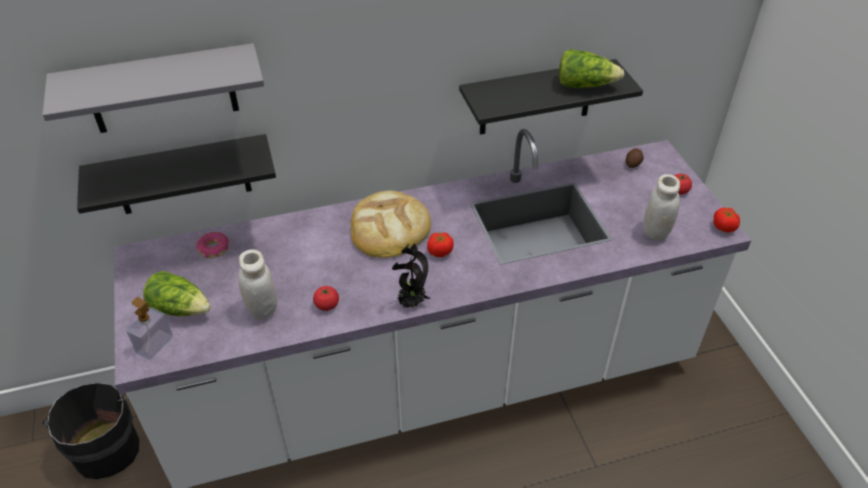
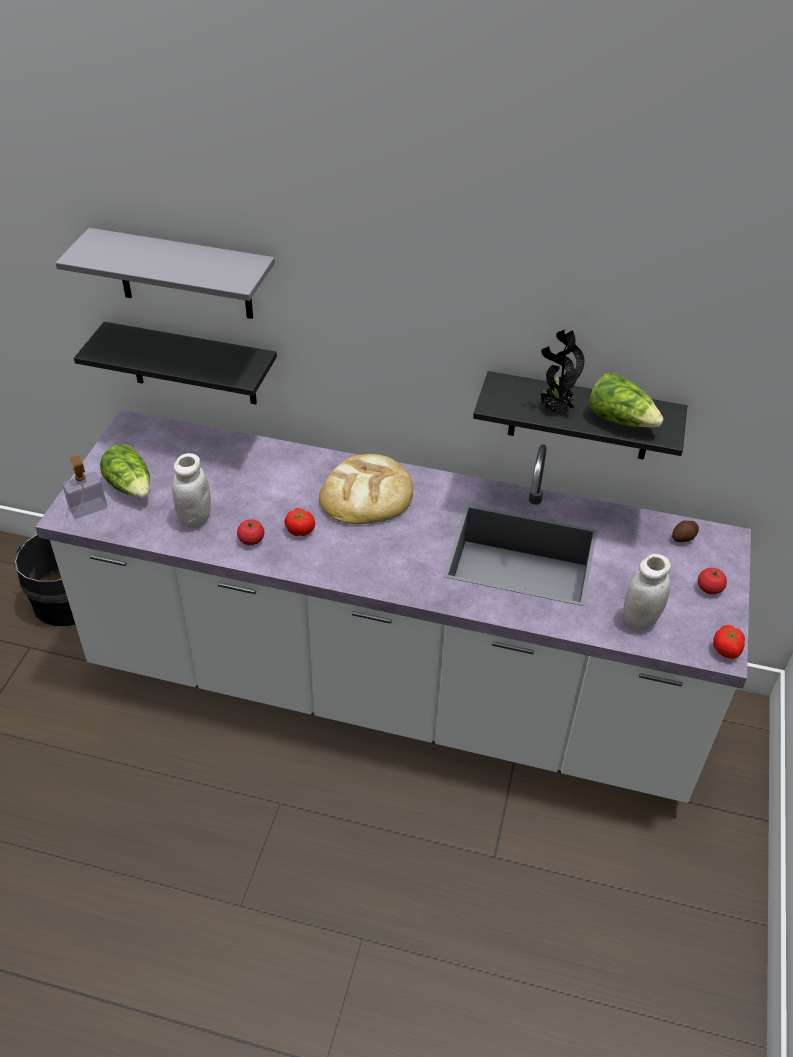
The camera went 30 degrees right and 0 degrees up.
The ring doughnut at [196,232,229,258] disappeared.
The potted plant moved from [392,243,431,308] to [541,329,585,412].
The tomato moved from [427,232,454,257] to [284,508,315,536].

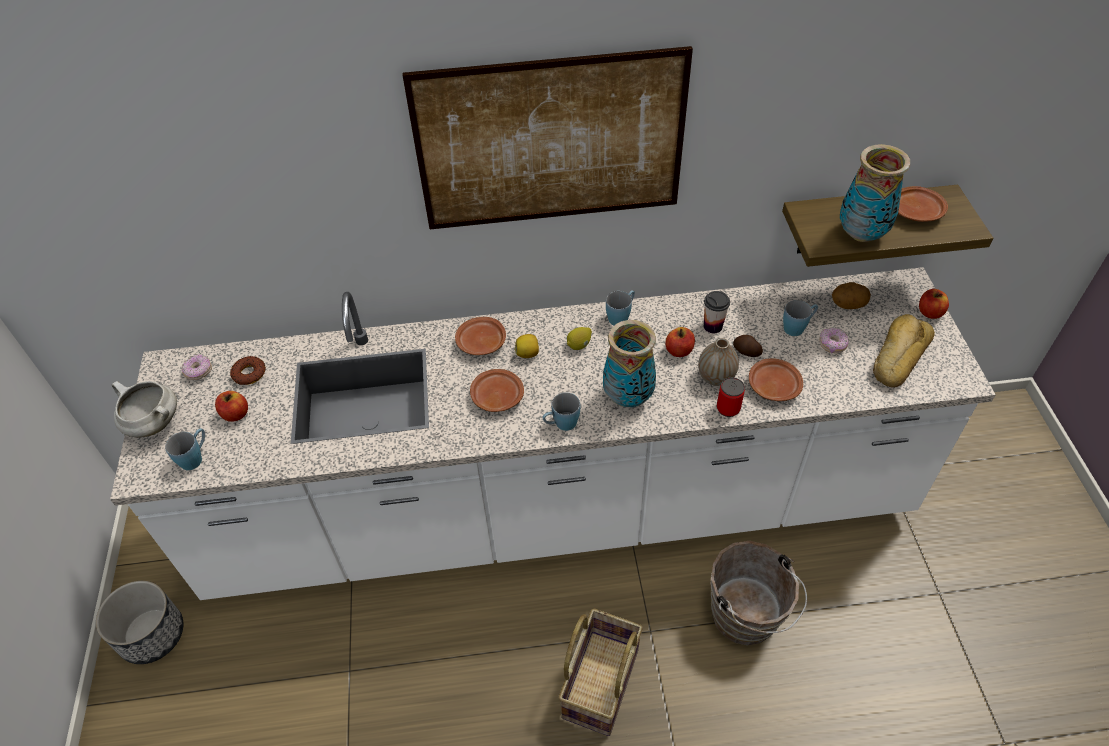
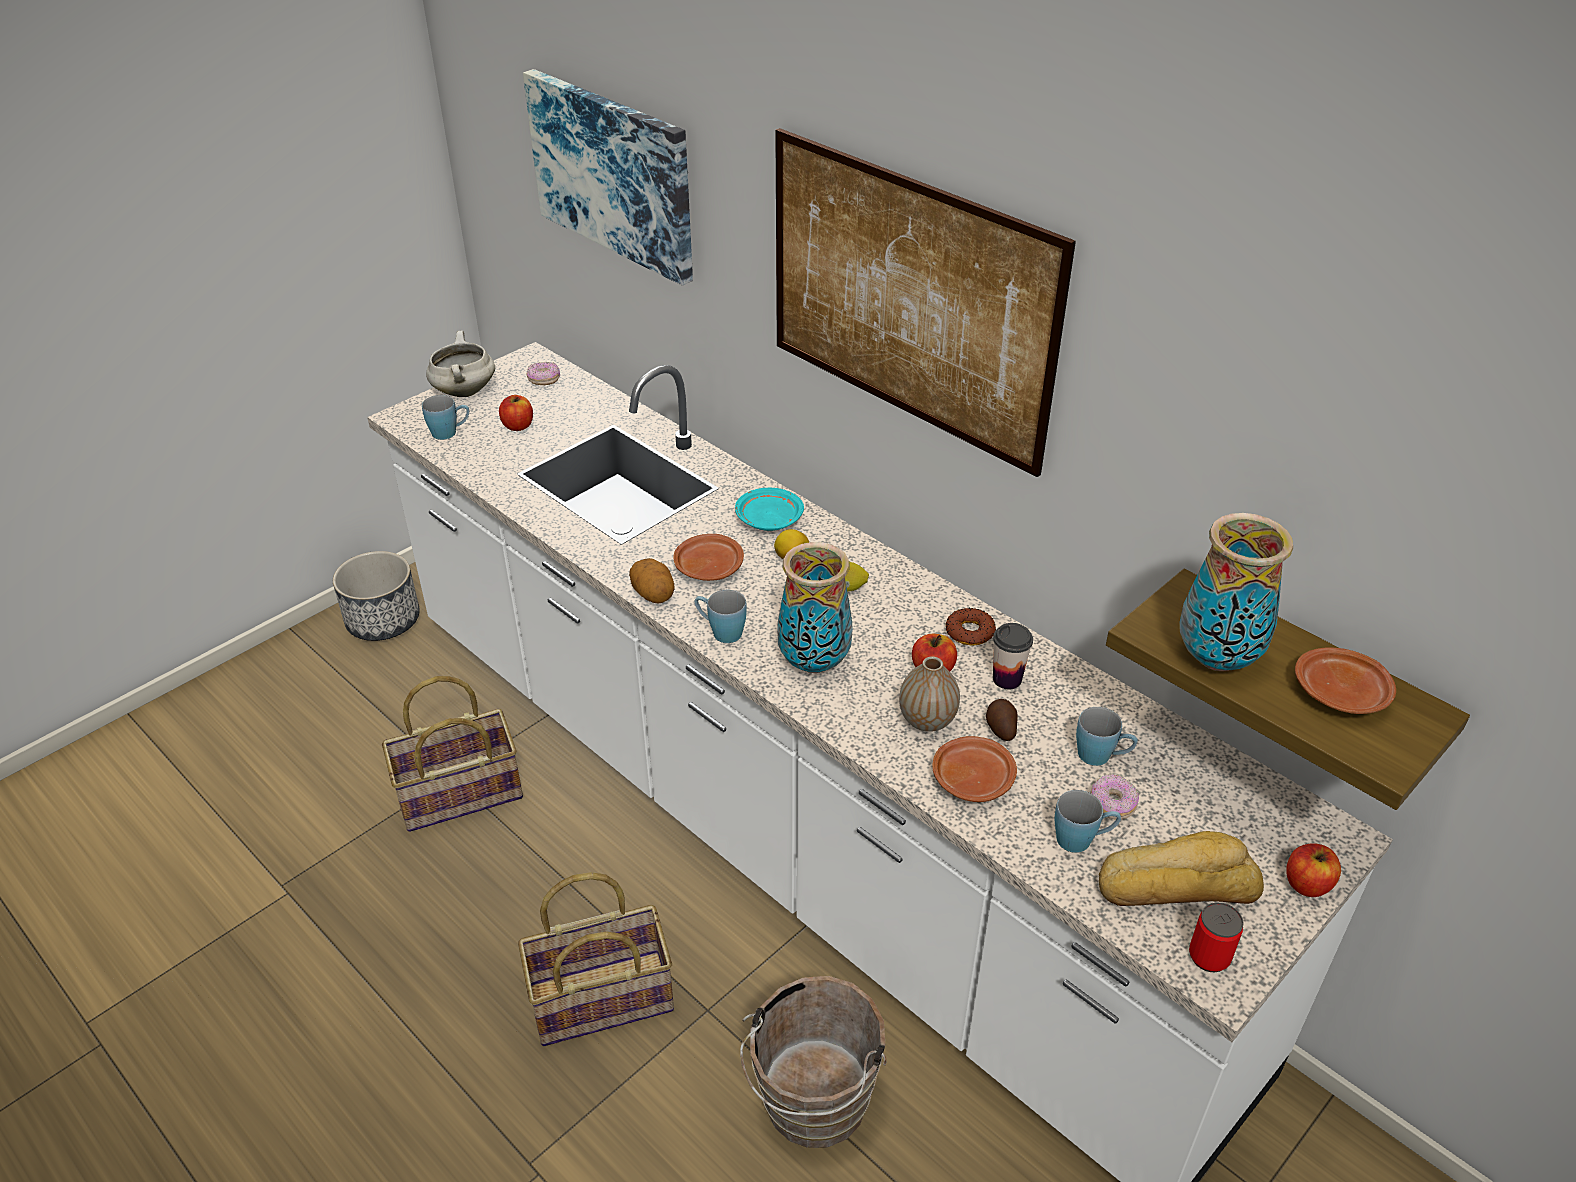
The camera went 50 degrees right and 10 degrees down.
The storage basket at [382,676,523,832] appeared.
The wall picture at [523,69,693,286] appeared.
The ring doughnut moved from [230,356,266,385] to [946,608,996,646].
The bluish mug moved from [606,290,635,326] to [1055,790,1121,853].
The metal can moved from [717,377,745,417] to [1189,902,1244,972].
The spud moved from [832,282,871,309] to [629,558,675,603].
The brown-coloured dinner plate at [455,317,506,355] became the turquoise dinner plate at [735,488,804,531].

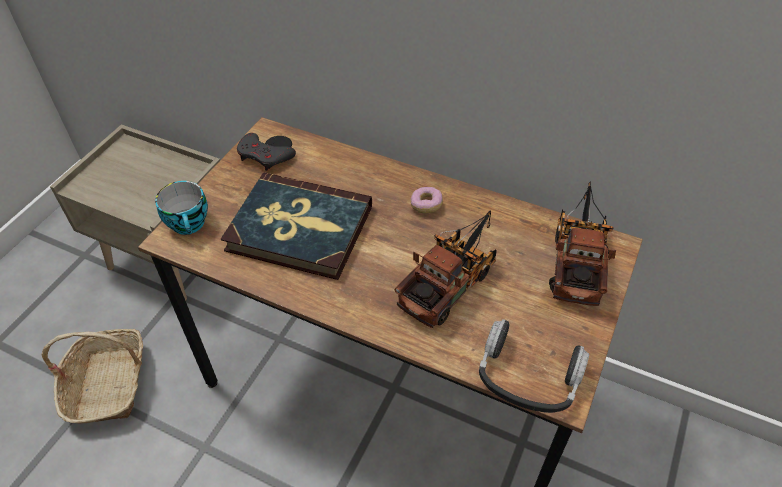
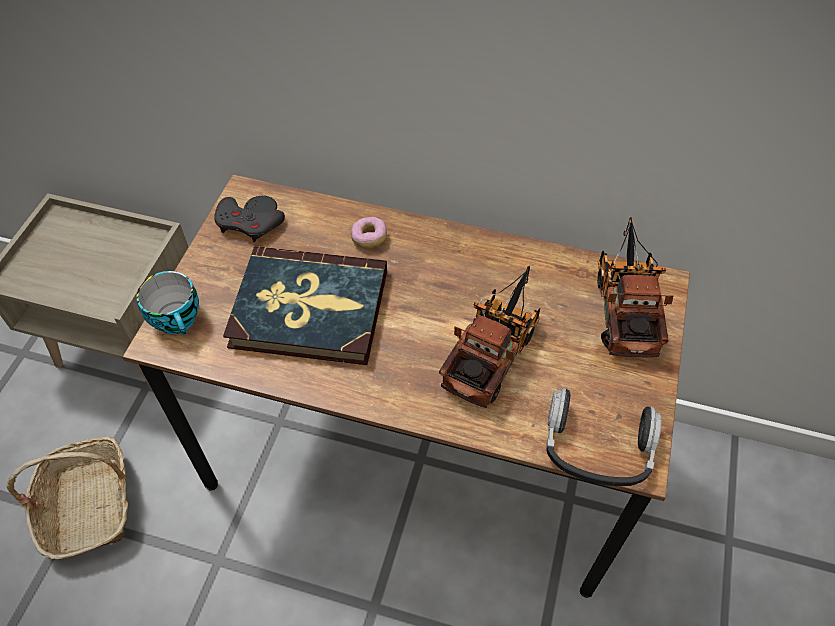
The camera went 10 degrees left and 5 degrees up.
The ring doughnut moved from [410,187,443,213] to [351,217,387,248].

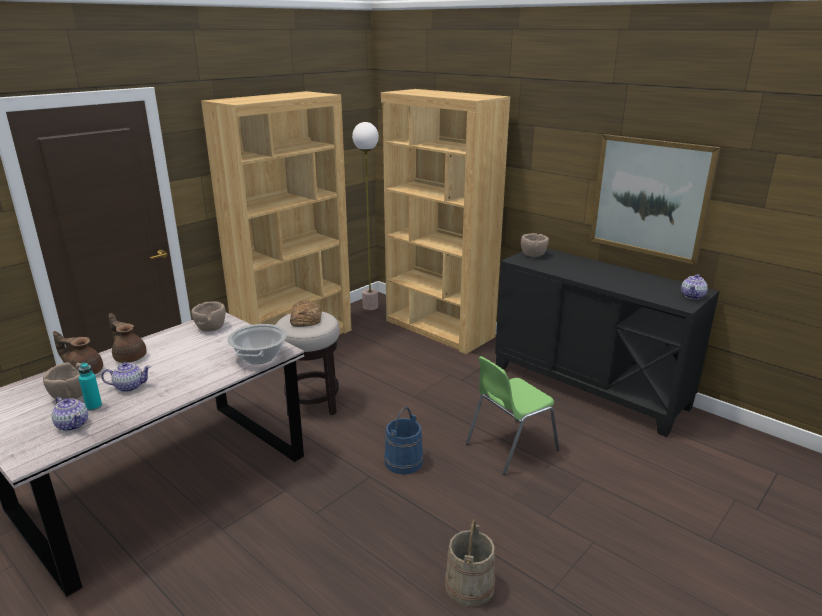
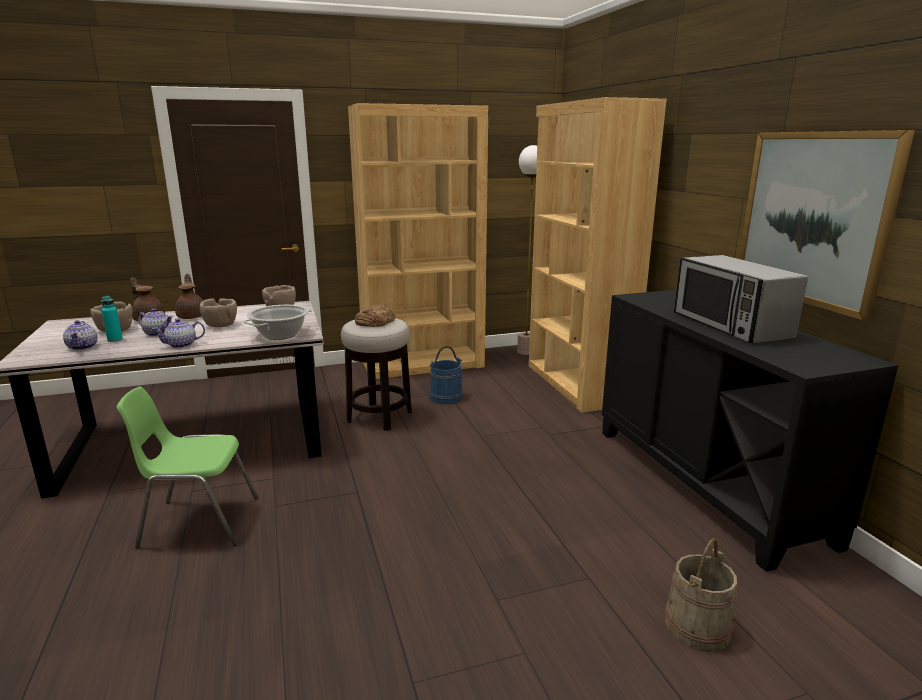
The camera went 30 degrees right and 5 degrees down.
The kitchen microwave at [674,255,808,343] appeared.
The bluish bucket moved from [384,407,424,475] to [430,346,463,404].
The beige bucket moved from [445,519,495,607] to [665,538,737,652].
The green upright chair moved from [466,356,559,475] to [117,387,258,548].
The brown-coloured deep dish moved from [521,233,549,257] to [200,298,237,327].
The pot for tea moved from [681,274,708,300] to [152,318,205,348].

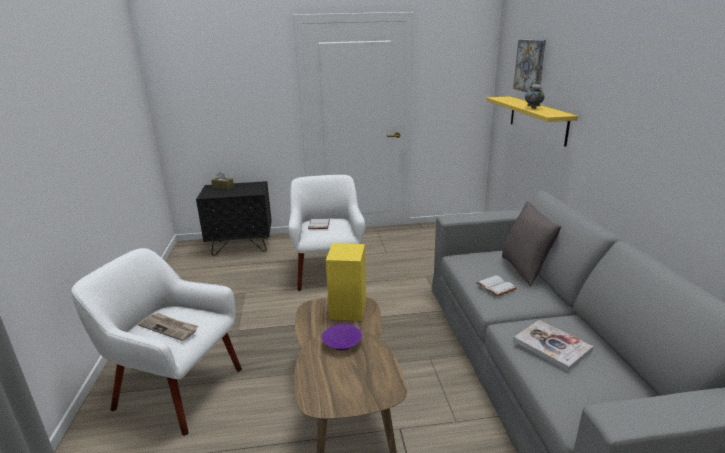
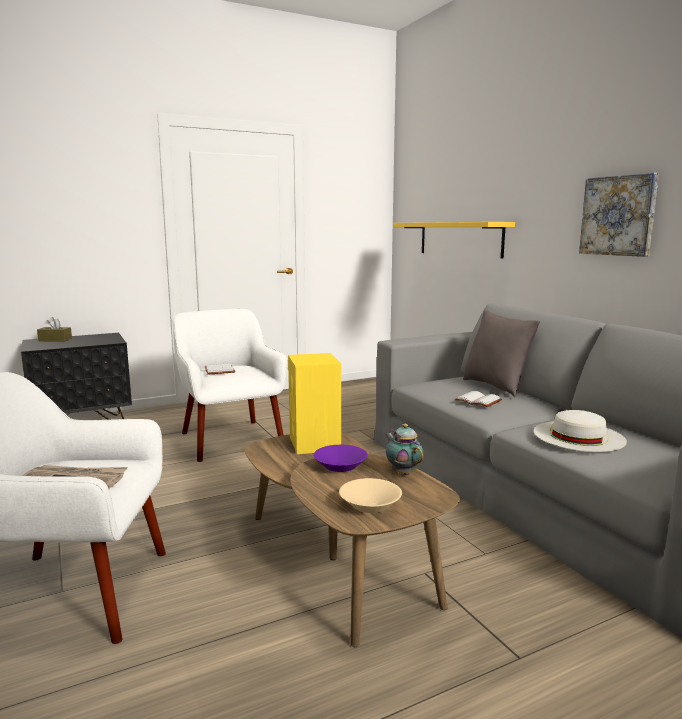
The camera went 20 degrees left and 10 degrees down.
The beige deep dish at [339,478,402,513] appeared.
The wall picture moved from [513,40,546,92] to [579,173,659,257].
The pot for tea moved from [525,82,545,109] to [386,424,423,475].
The volume at [513,320,593,372] was replaced by the whitish clothing hat at [534,410,627,452].

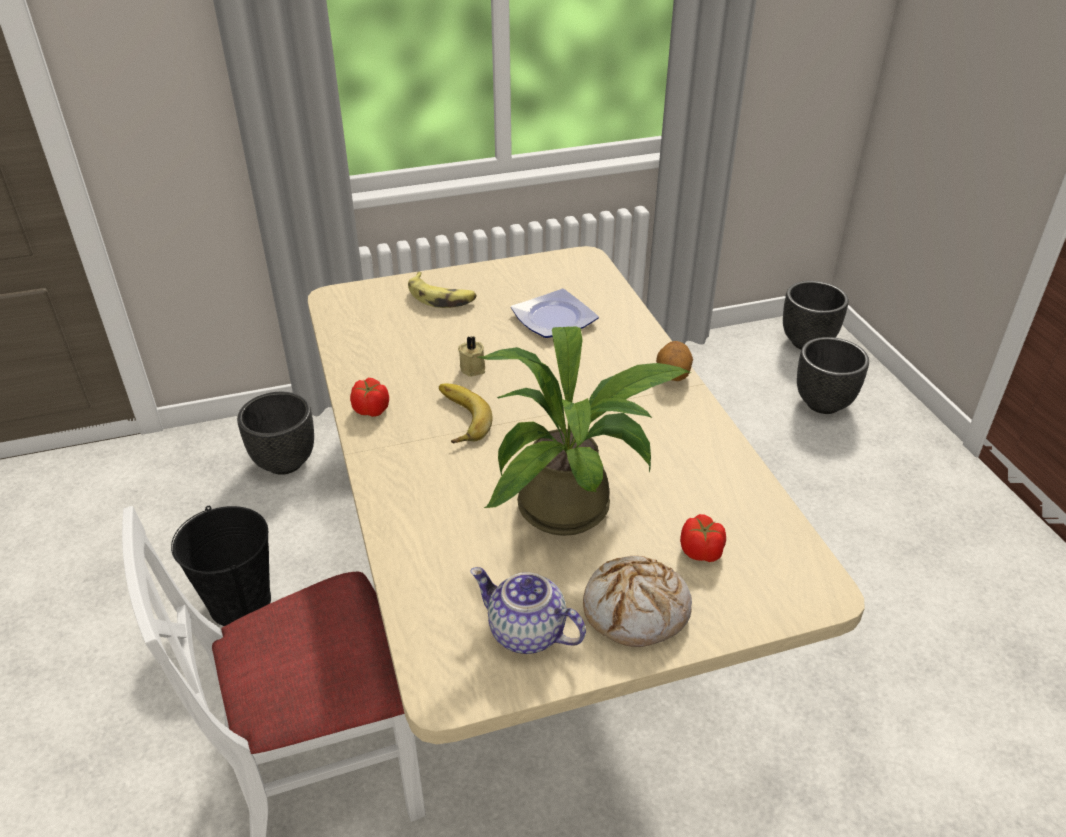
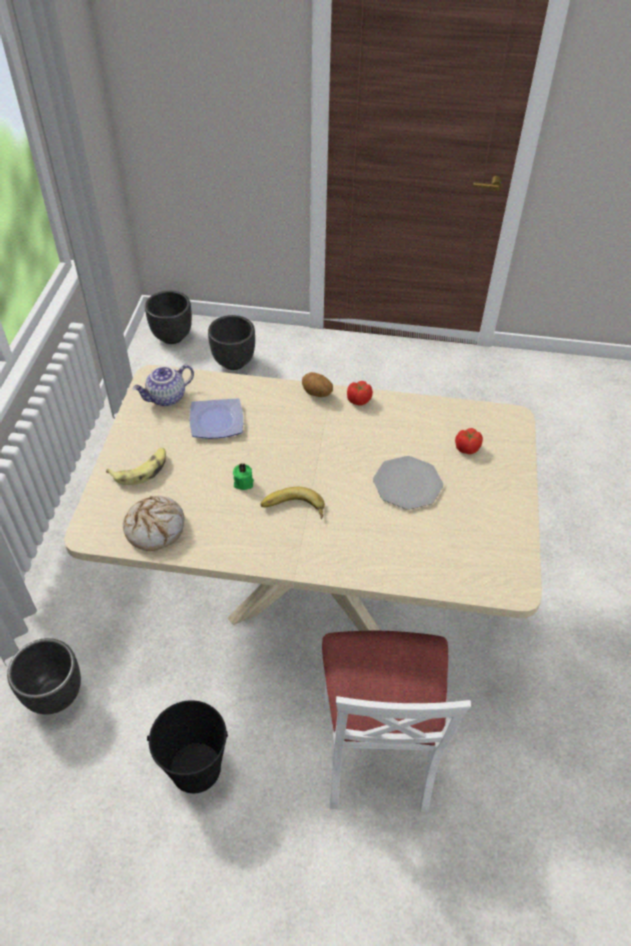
The camera went 65 degrees left and 10 degrees up.
The tomato moved from [350,378,389,417] to [347,381,373,406].
The pot for tea moved from [470,567,586,654] to [133,365,194,406].
The baked bread moved from [583,556,692,647] to [123,496,184,551].
The potted plant at [478,326,691,536] was replaced by the dinner plate at [373,456,443,510].
The beige candle at [458,336,485,377] became the green candle at [233,463,254,490].

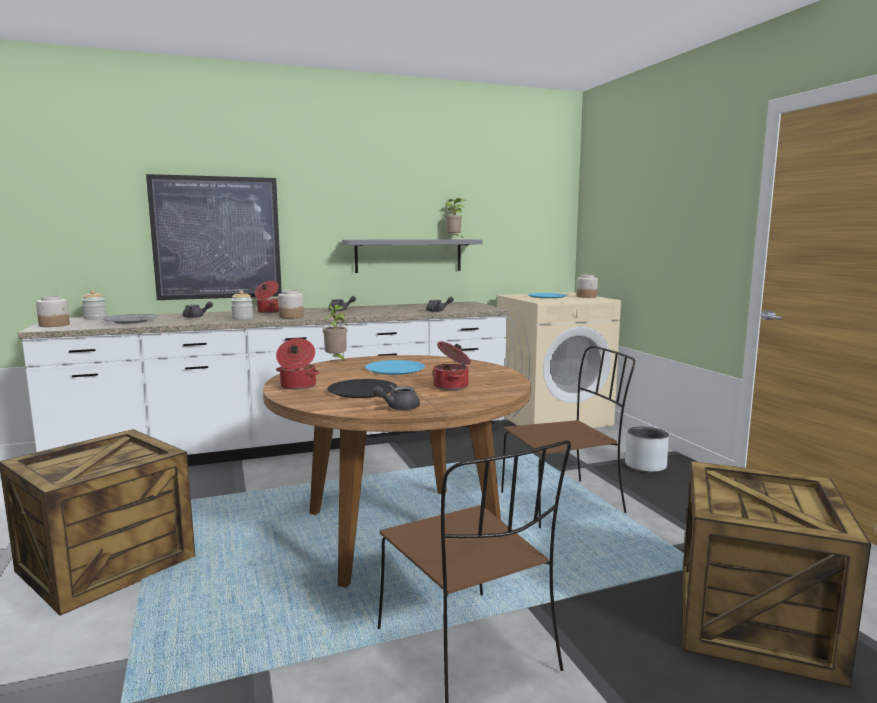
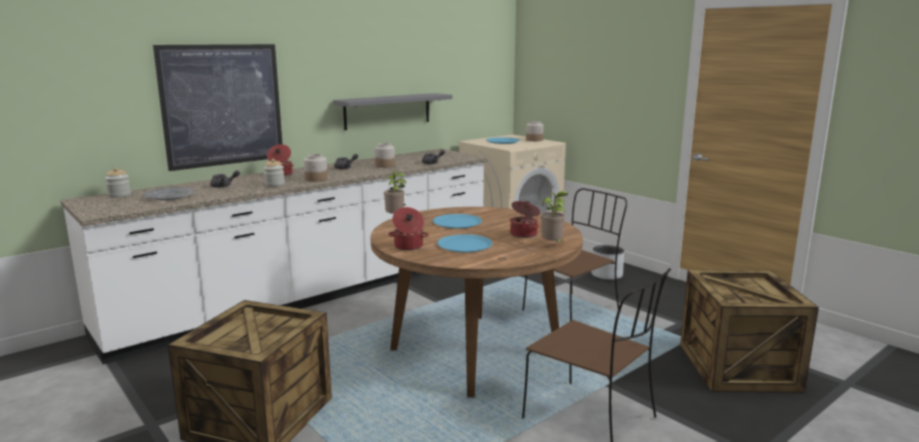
The camera went 20 degrees left and 5 degrees up.
The gray pot for tea at [373,384,420,410] disappeared.
The preserve jar moved from [36,296,70,327] to [374,143,395,168].
The potted plant moved from [445,198,466,237] to [541,191,569,243].
The black-coloured dinner plate at [327,379,397,398] became the bluish dinner plate at [437,234,493,252].

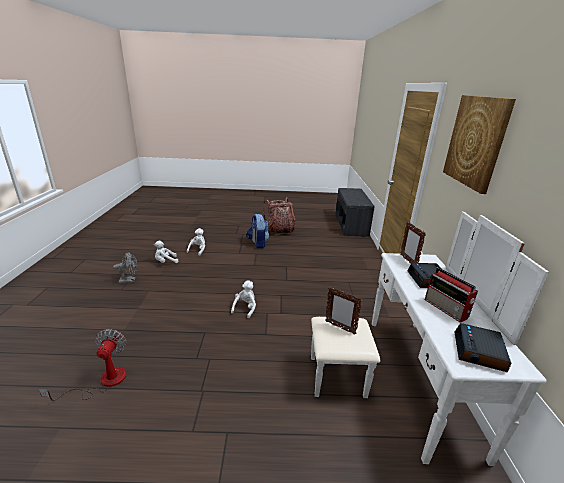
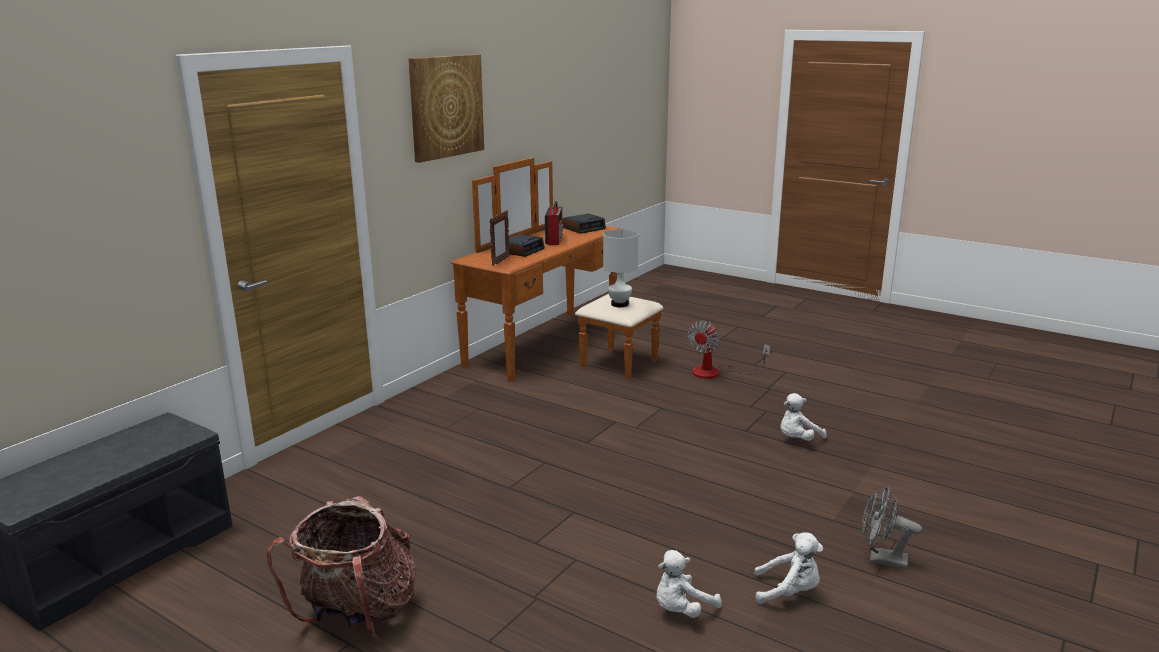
The camera went 145 degrees left and 5 degrees down.
The rucksack at [246,214,269,248] disappeared.
The cooling fan moved from [39,329,127,401] to [688,320,770,379].
The whitish soft toy moved from [231,280,256,318] to [780,393,827,441].
The photo frame at [326,287,362,334] was replaced by the whitish tabletop lamp at [603,229,638,307].
The whitish dresser at [311,212,549,466] became the brown-coloured dresser at [451,157,663,382].

